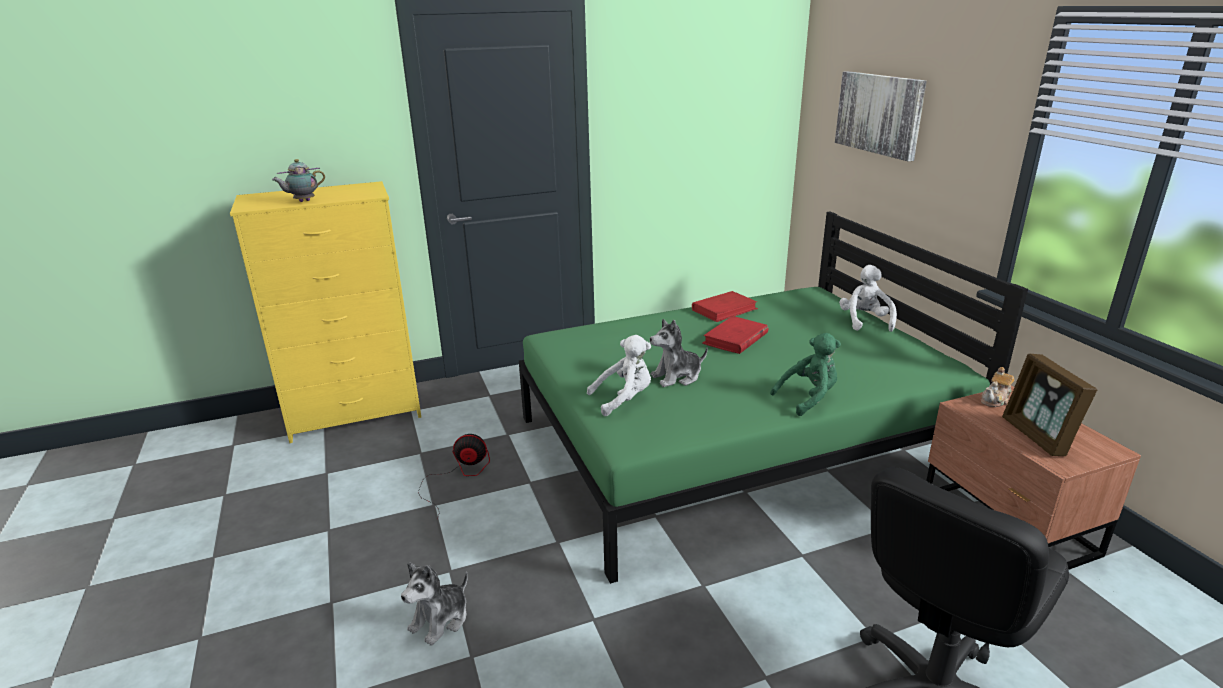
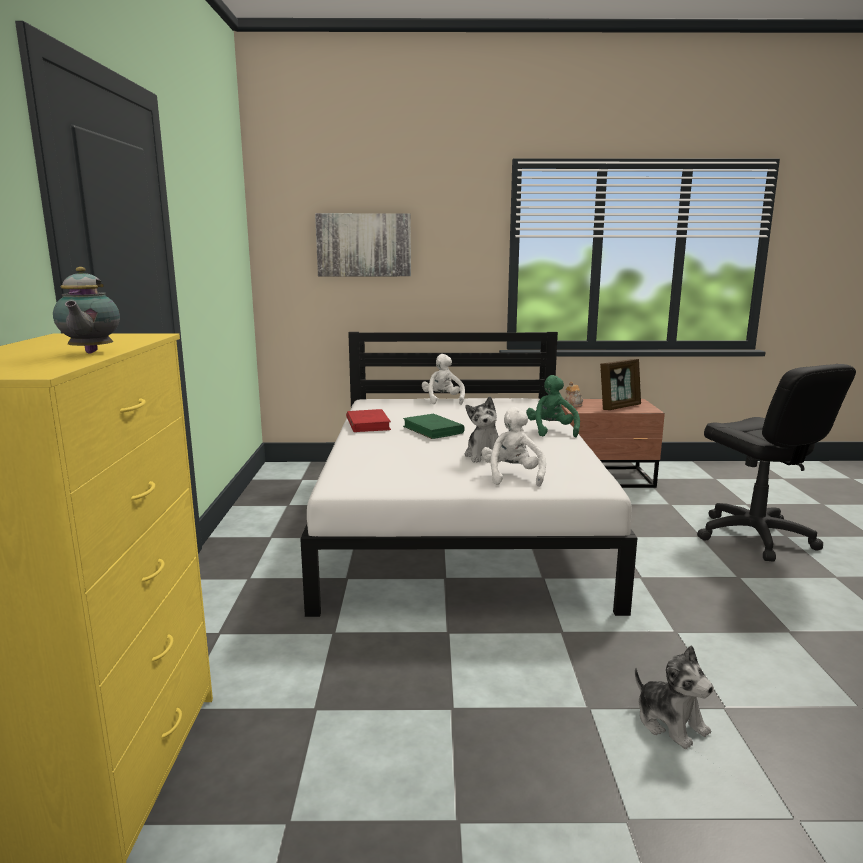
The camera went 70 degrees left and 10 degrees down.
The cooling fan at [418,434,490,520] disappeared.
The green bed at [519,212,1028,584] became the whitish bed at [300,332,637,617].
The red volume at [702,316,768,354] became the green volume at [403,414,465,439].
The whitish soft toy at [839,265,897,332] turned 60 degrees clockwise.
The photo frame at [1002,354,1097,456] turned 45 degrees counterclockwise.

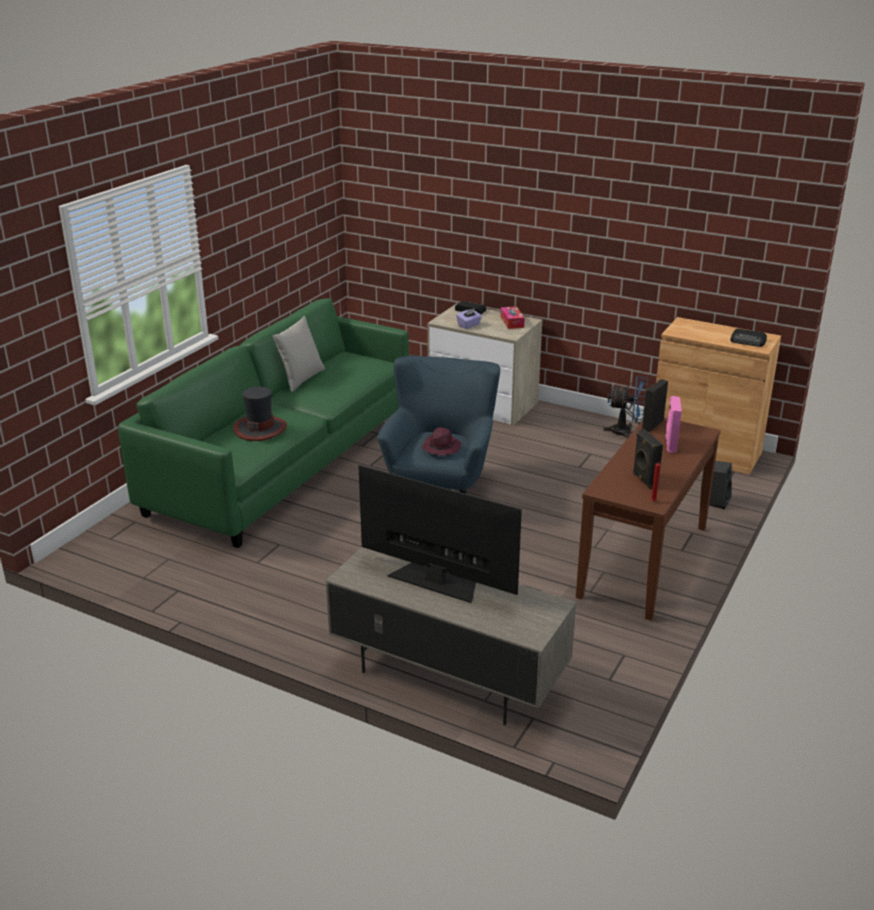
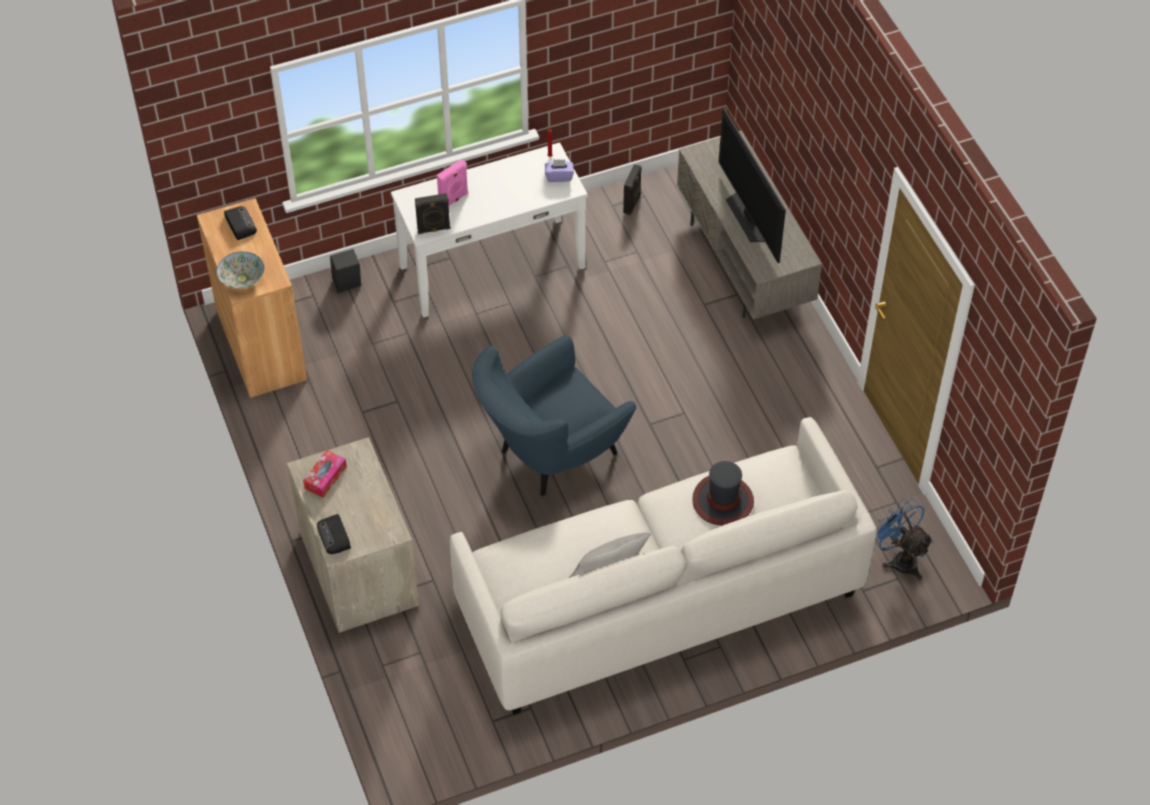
The camera went 140 degrees left and 25 degrees up.
The purple clothing hat at [422,427,461,455] disappeared.
The deep dish at [217,252,264,289] appeared.
The purple tissue box moved from [456,308,482,329] to [545,159,574,182].
The bluish cooling fan moved from [603,376,649,439] to [876,498,933,580].
The black-coloured audio speaker moved from [633,429,663,490] to [623,164,642,215].
The green settee at [118,298,409,548] became the whitish settee at [450,417,877,715].
The brown-coloured console table at [576,418,721,621] became the whitish console table at [391,142,587,318].

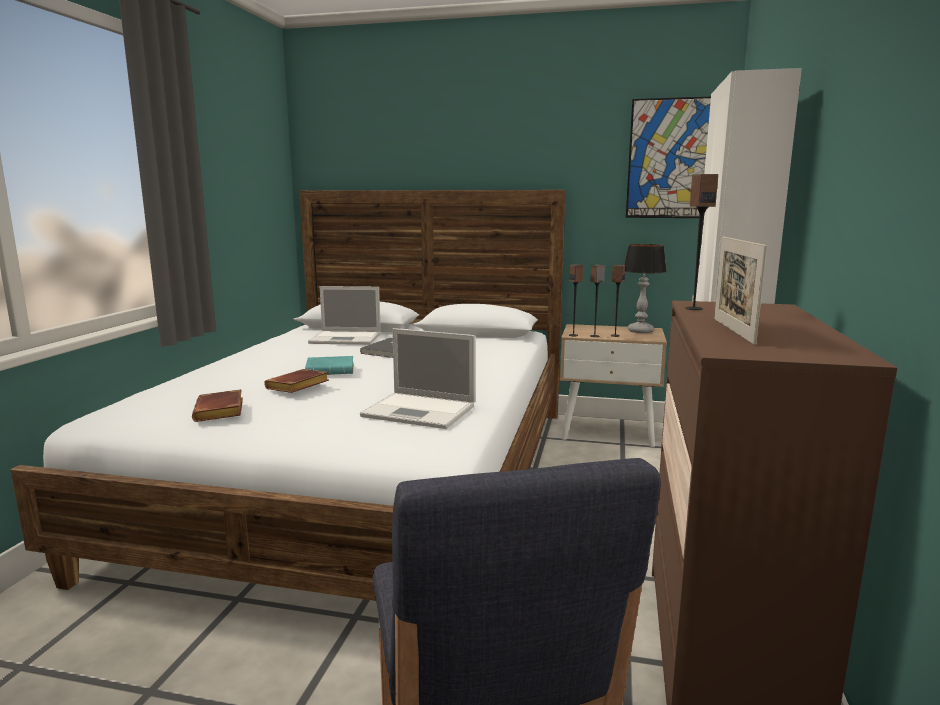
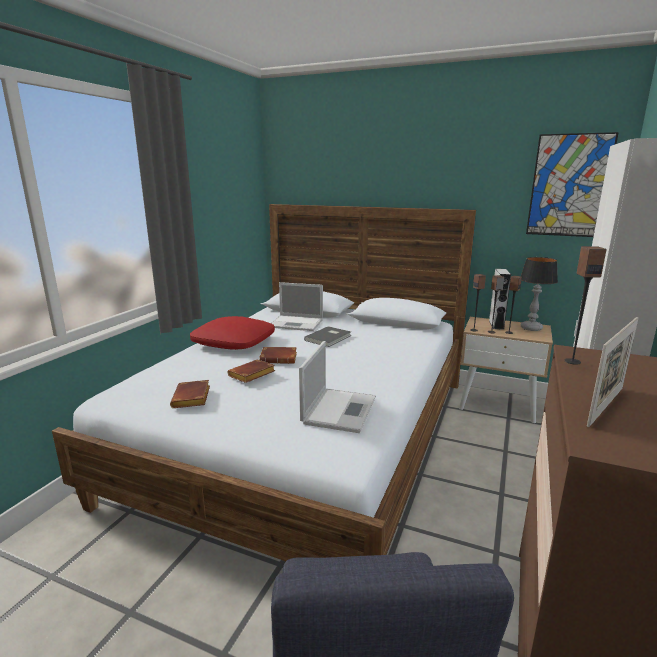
The camera went 10 degrees right and 5 degrees up.
The red cushion at [190,316,275,350] appeared.
The gray audio speaker at [489,269,511,330] appeared.
The turquoise volume at [305,356,354,375] became the brown-coloured volume at [259,347,297,363].
The laptop at [360,328,476,429] turned 105 degrees counterclockwise.
The photo frame at [714,237,767,345] turned 150 degrees counterclockwise.

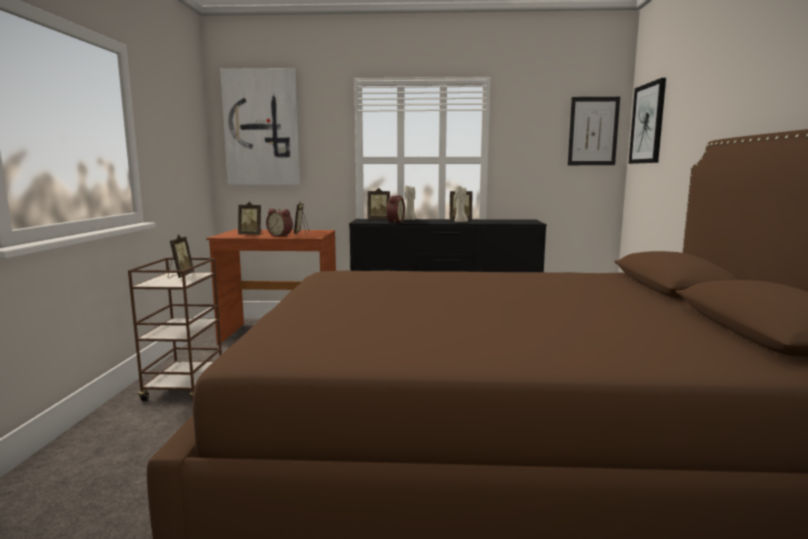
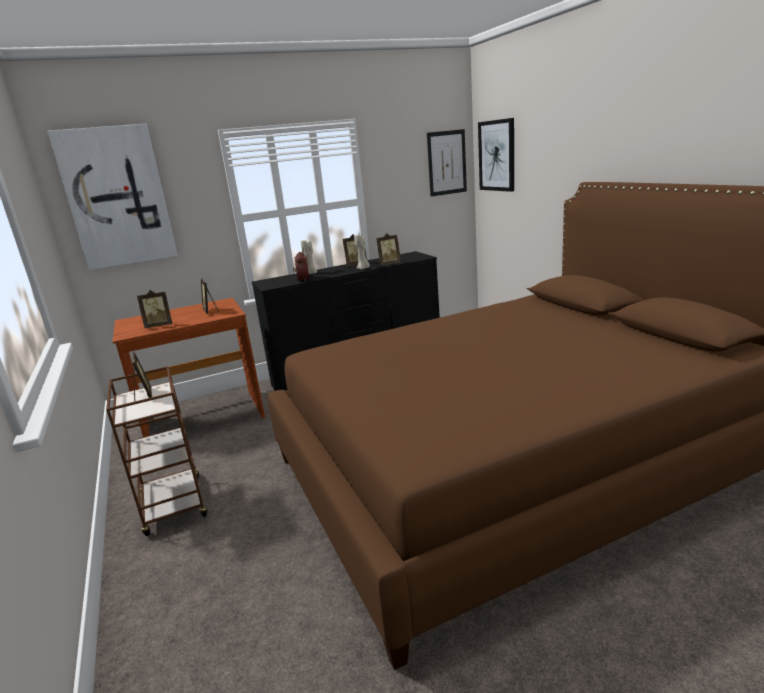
The camera went 25 degrees left and 10 degrees up.
The bedside clock at [266,208,293,237] disappeared.
The photo frame moved from [367,188,390,219] to [376,233,401,266].

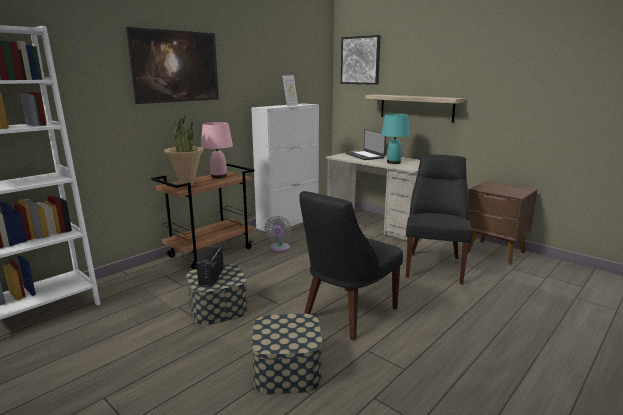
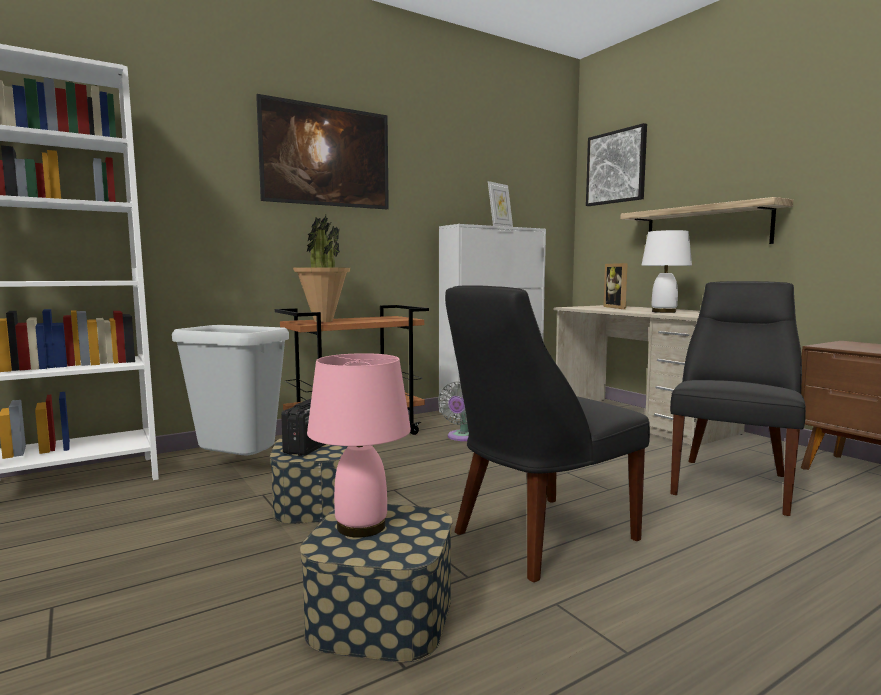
The camera went 15 degrees right and 10 degrees down.
The gray rubbish bin at [172,325,289,455] appeared.
The pink-coloured tabletop lamp moved from [201,122,233,178] to [307,353,411,538].
The laptop at [345,129,386,160] was replaced by the photo frame at [603,263,628,309].
The turquoise tabletop lamp at [381,113,410,164] became the whitish tabletop lamp at [641,230,692,313].

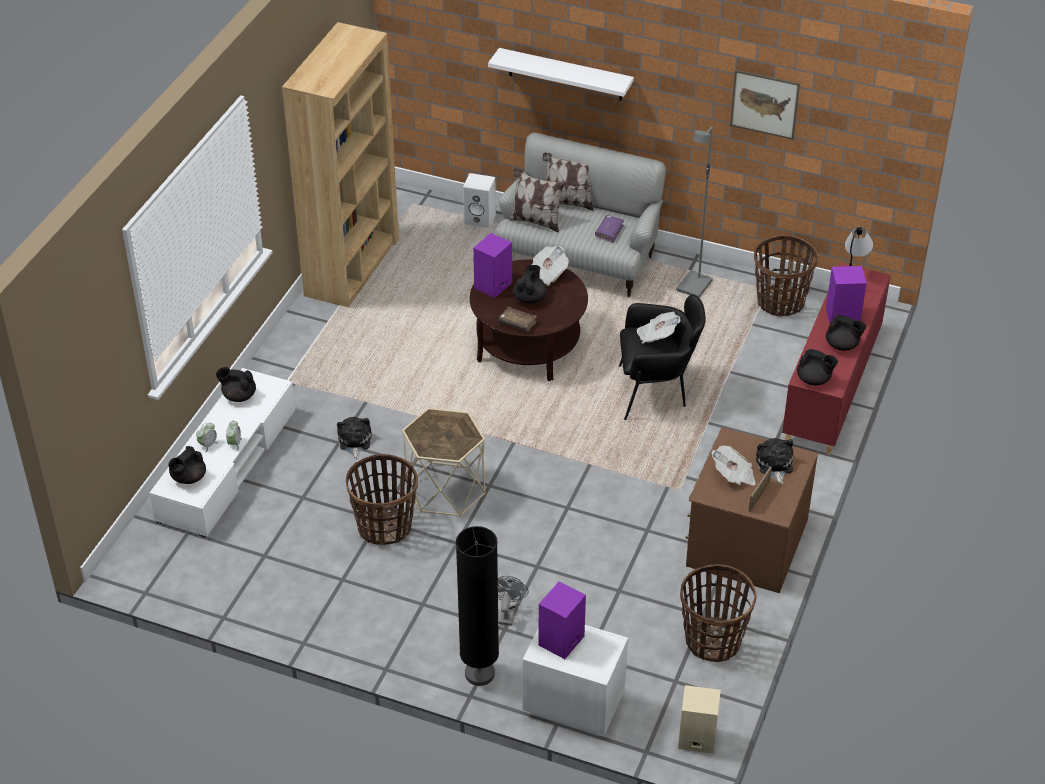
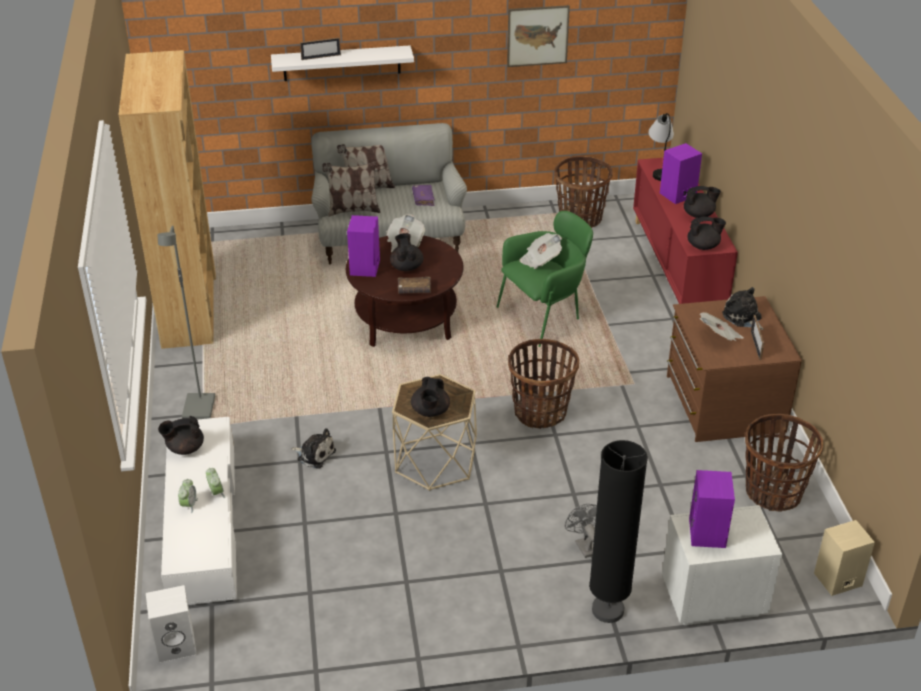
The camera went 30 degrees left and 5 degrees down.
The photo frame at [300,37,341,60] appeared.
The black-coloured pot for tea moved from [168,446,206,484] to [411,377,450,417].
The storage basket moved from [346,454,418,545] to [508,339,579,429].
The whitish audio speaker moved from [463,173,496,229] to [146,585,197,663].
The gray floor lamp moved from [676,126,713,298] to [157,226,215,419].
The black-coloured easy chair at [619,295,706,420] became the green easy chair at [496,211,593,347].
The soft toy at [337,417,372,459] turned 150 degrees clockwise.

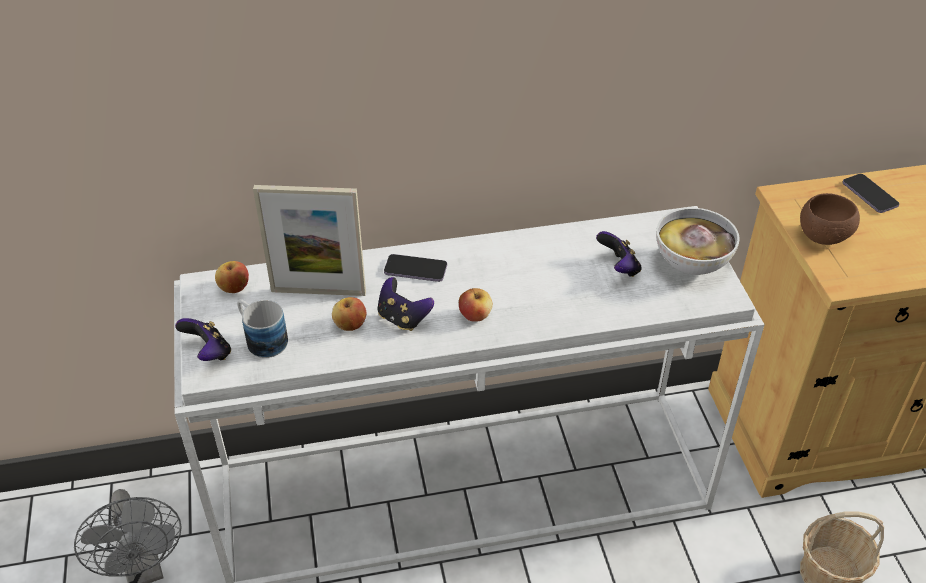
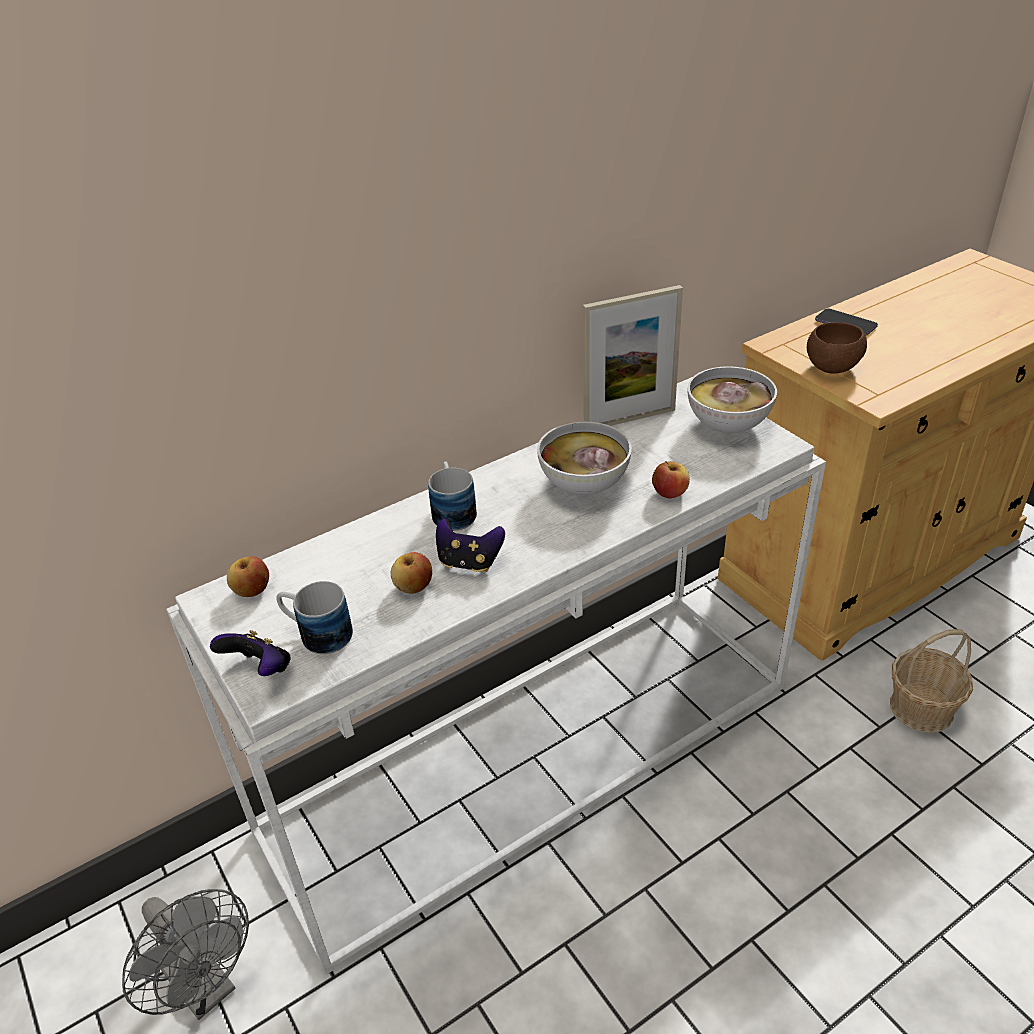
The camera went 20 degrees left and 5 degrees down.
The game controller at [596,231,642,277] disappeared.
The deep dish at [537,422,632,495] appeared.
The photo frame moved from [253,185,366,296] to [583,285,683,426].
The apple moved from [459,288,493,321] to [652,461,690,499].
The phone at [384,254,447,282] was replaced by the mug at [428,461,477,531].

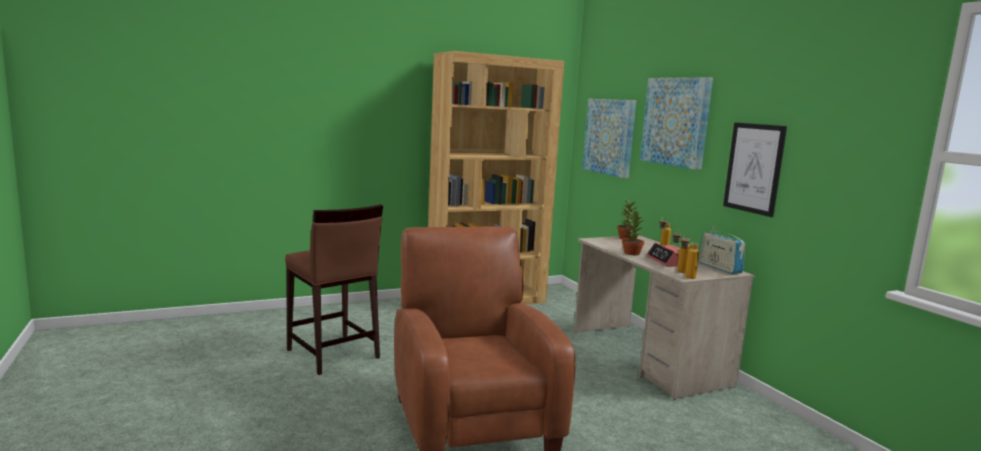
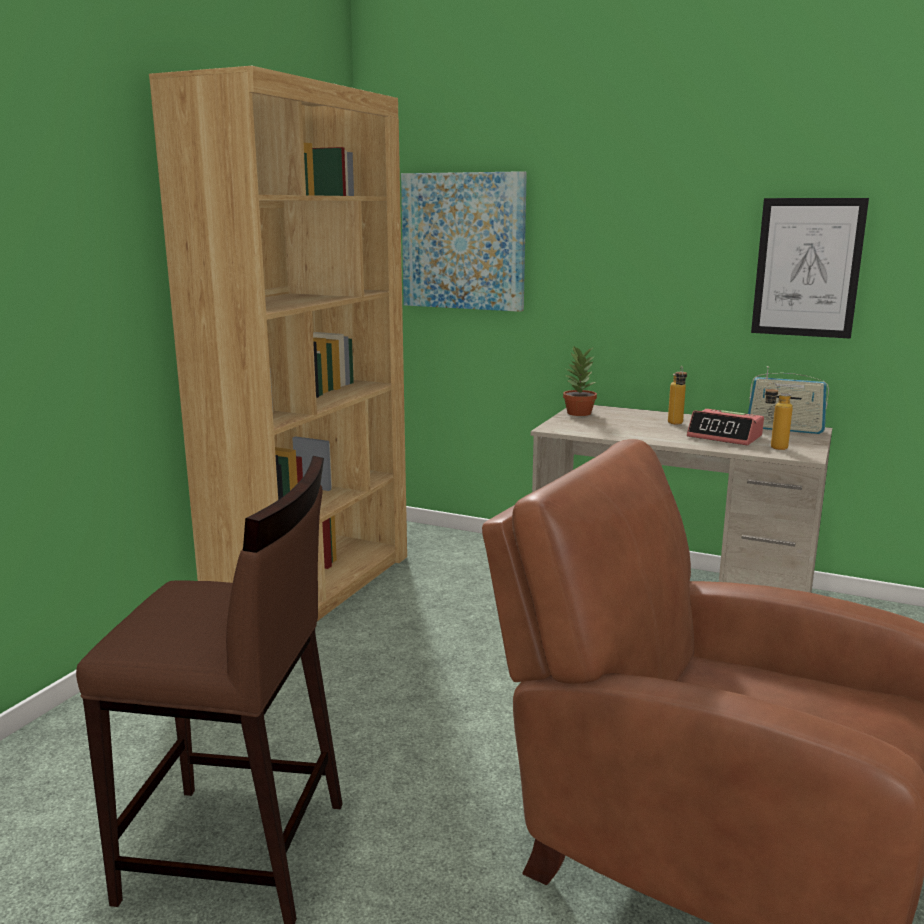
The camera went 40 degrees left and 5 degrees up.
The potted plant at [622,211,644,255] disappeared.
The wall picture at [640,77,713,170] disappeared.
The drink bottle at [681,235,699,279] disappeared.

